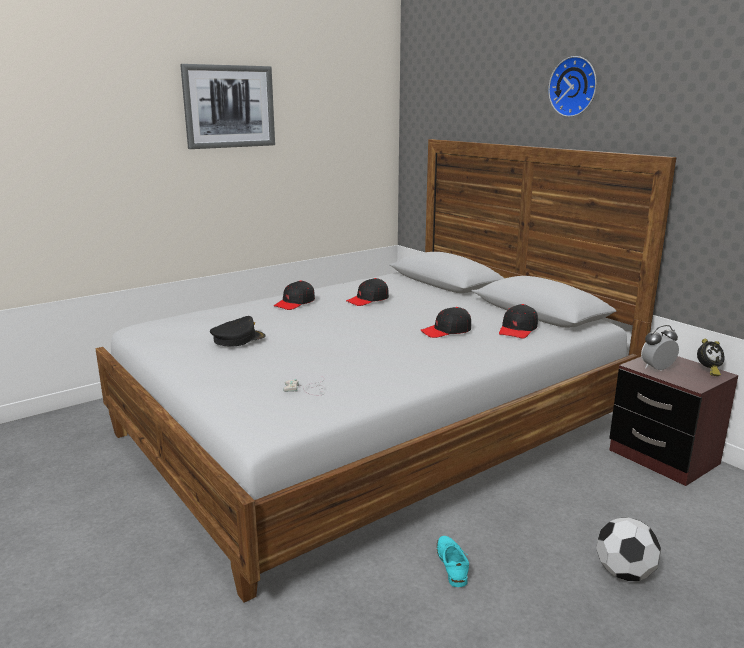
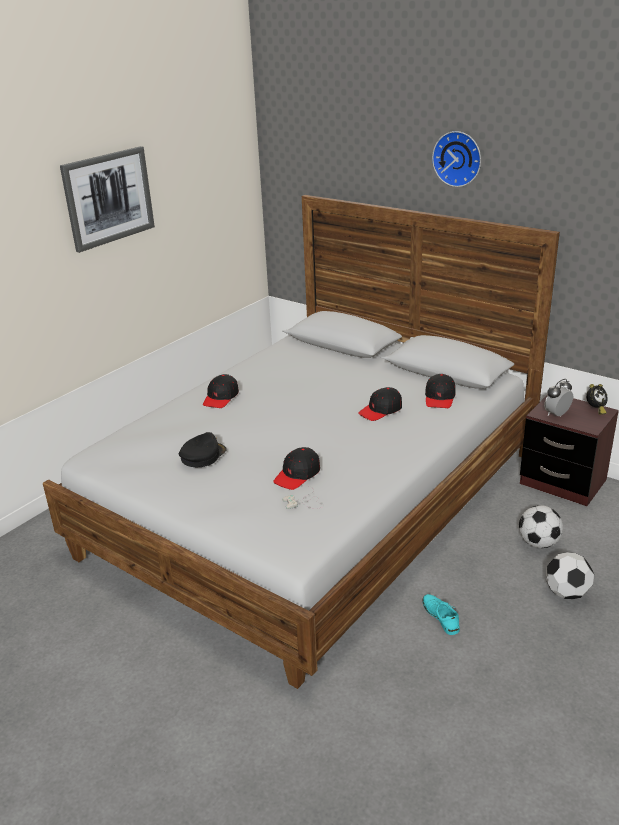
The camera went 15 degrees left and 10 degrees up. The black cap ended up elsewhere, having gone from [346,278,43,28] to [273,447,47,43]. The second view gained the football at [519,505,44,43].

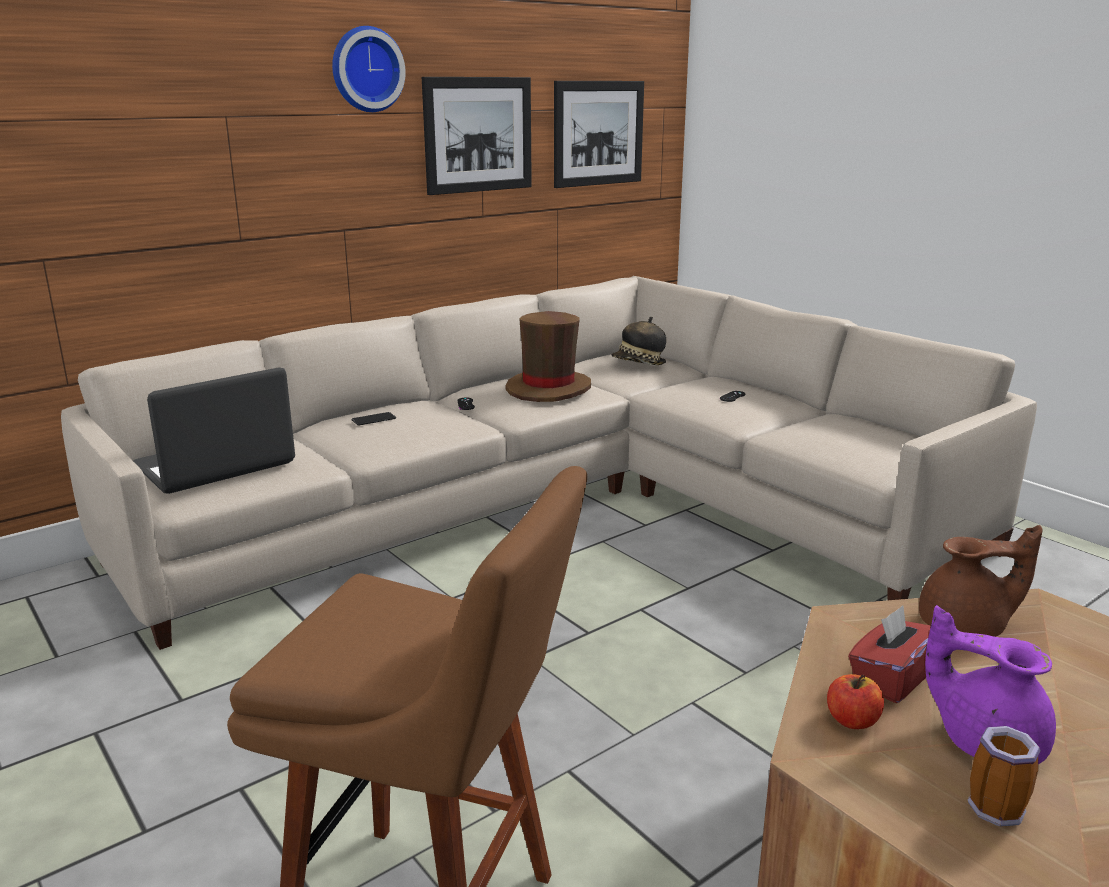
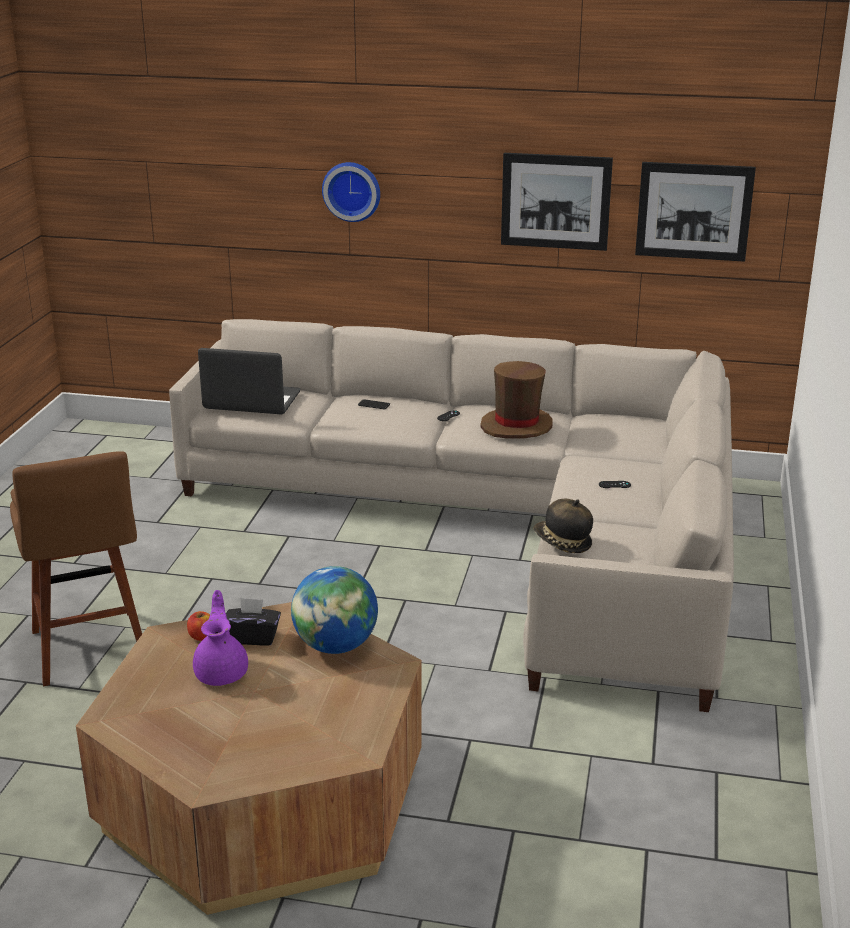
The camera went 50 degrees right and 5 degrees up. The wall clock ended up elsewhere, having gone from [332,26,74,86] to [322,162,58,60]. The hat ended up elsewhere, having gone from [612,317,54,48] to [533,499,60,54]. Where the brown teapot stood at [919,525,124,112], the globe came to stand at [291,566,87,88]. What was the red tissue box at [848,605,83,98] turned into the black tissue box at [226,598,55,48]. The second view lost the mug at [968,726,73,101].

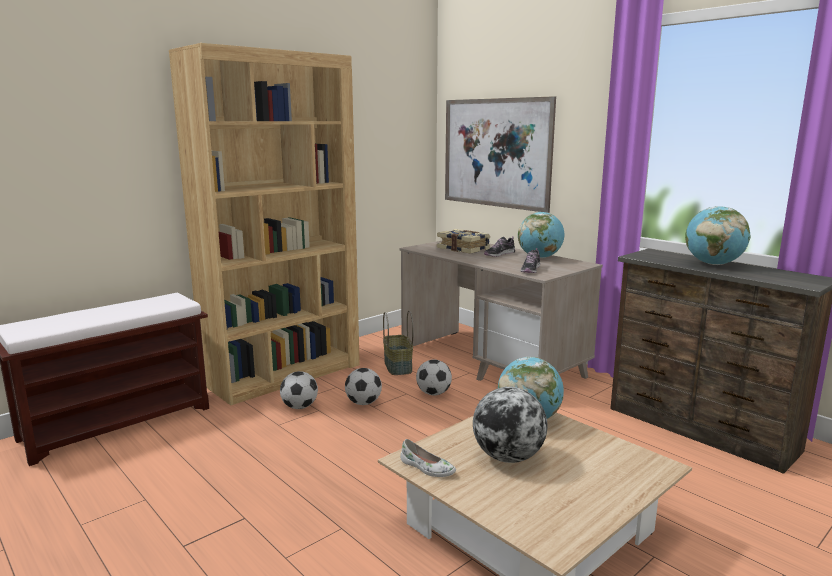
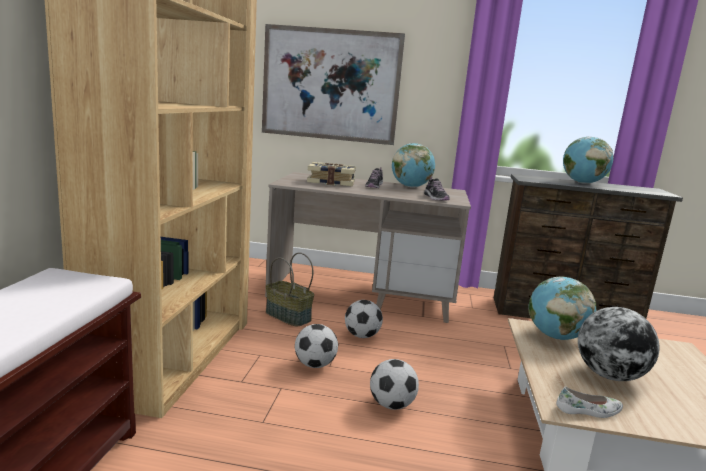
The camera went 40 degrees left and 0 degrees up. The football ended up elsewhere, having gone from [280,371,38,38] to [370,359,49,51].

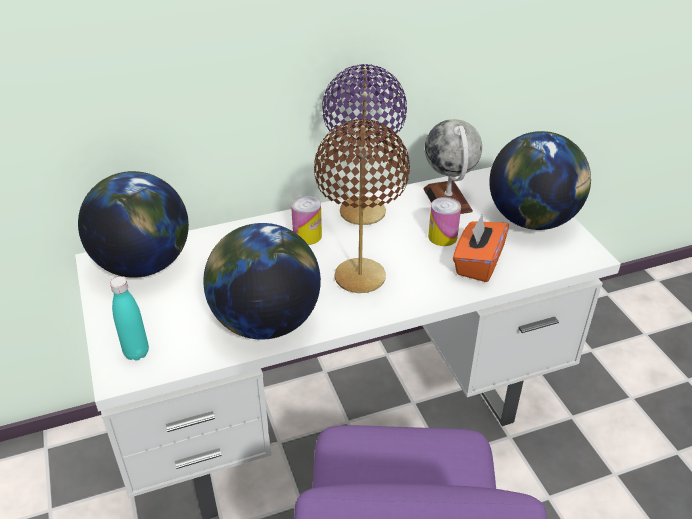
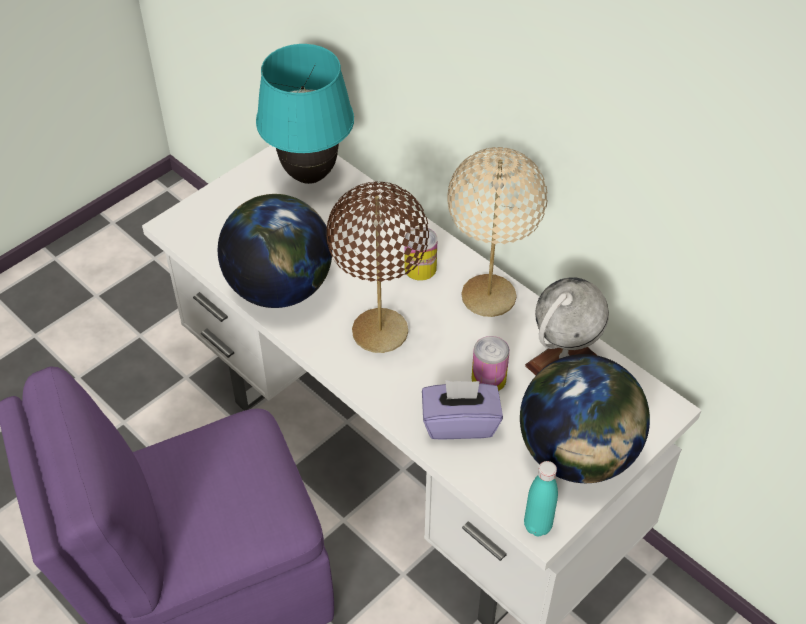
The camera went 65 degrees right and 10 degrees up. What was the purple table lamp at [322,64,85,161] turned into the beige table lamp at [447,147,101,170]. Where the globe stood at [78,171,111,107], the turquoise table lamp came to stand at [256,44,98,140]. What was the orange tissue box at [453,215,56,67] turned into the purple tissue box at [422,380,81,60]. The turquoise bottle ended up elsewhere, having gone from [110,277,39,84] to [524,461,34,75].

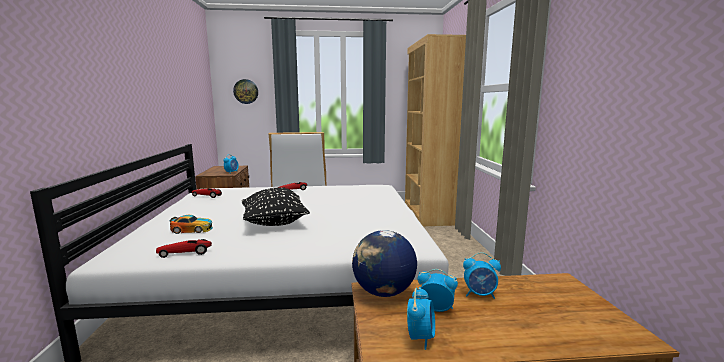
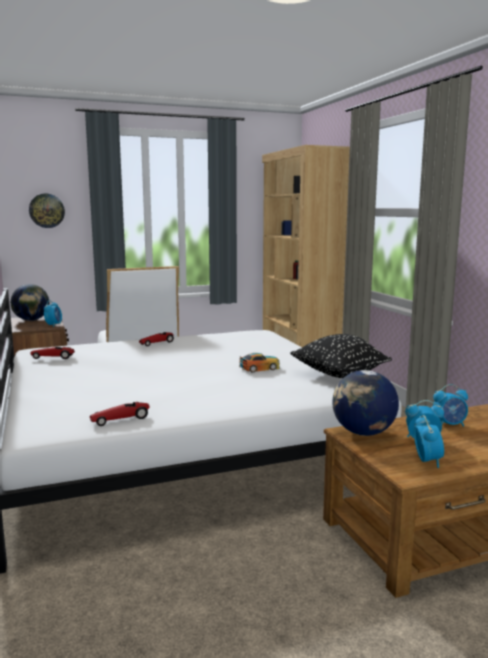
The camera went 15 degrees left and 0 degrees up. The black pillow ended up elsewhere, having gone from [242,188,68,38] to [290,334,102,44]. The toy car ended up elsewhere, having gone from [170,215,43,19] to [239,353,41,20]. The second view gained the globe at [10,284,39,37].

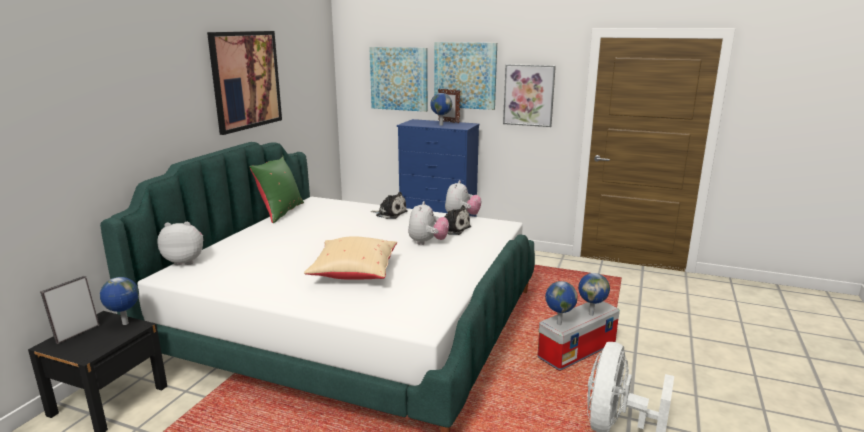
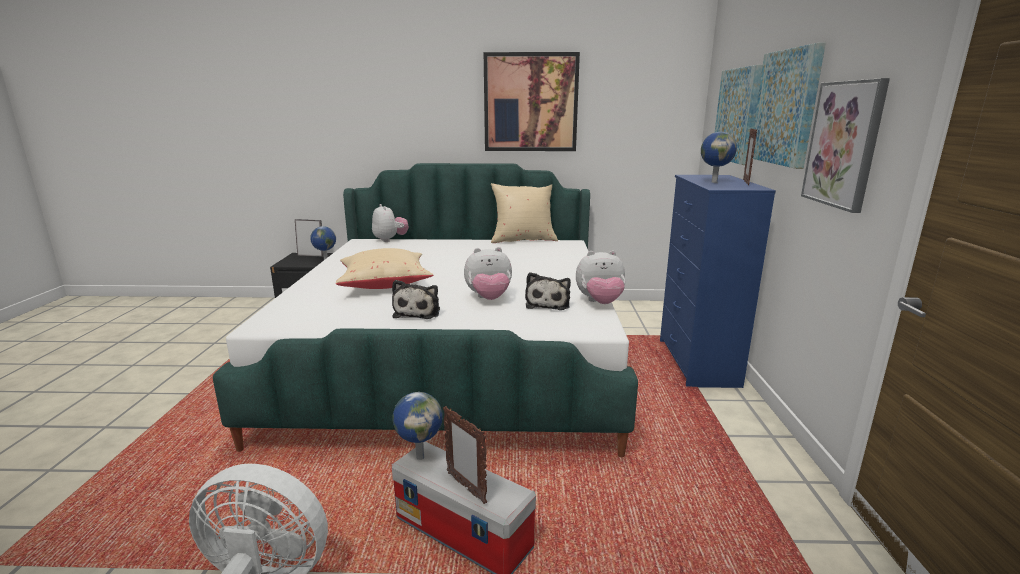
The camera went 70 degrees right and 0 degrees up. What was the green pillow at [249,156,55,67] turned into the beige pillow at [491,183,67,60]. The plush toy ended up elsewhere, having gone from [371,192,37,27] to [392,280,48,39]. Where the globe stood at [578,273,32,43], the picture frame came to stand at [443,406,44,98].

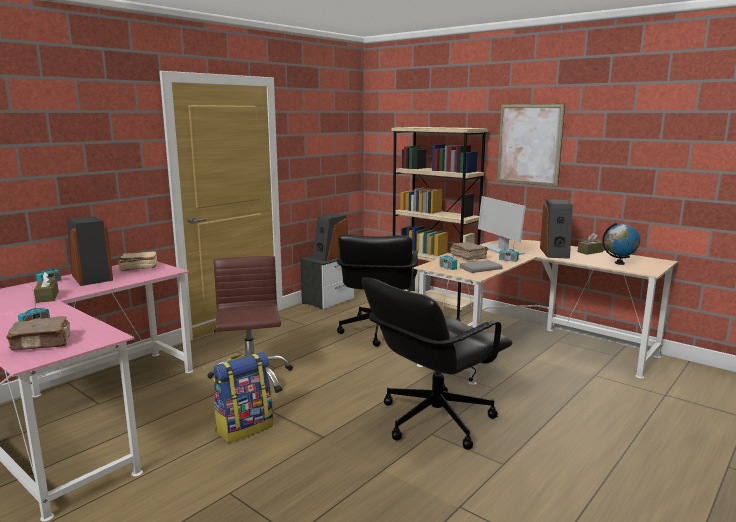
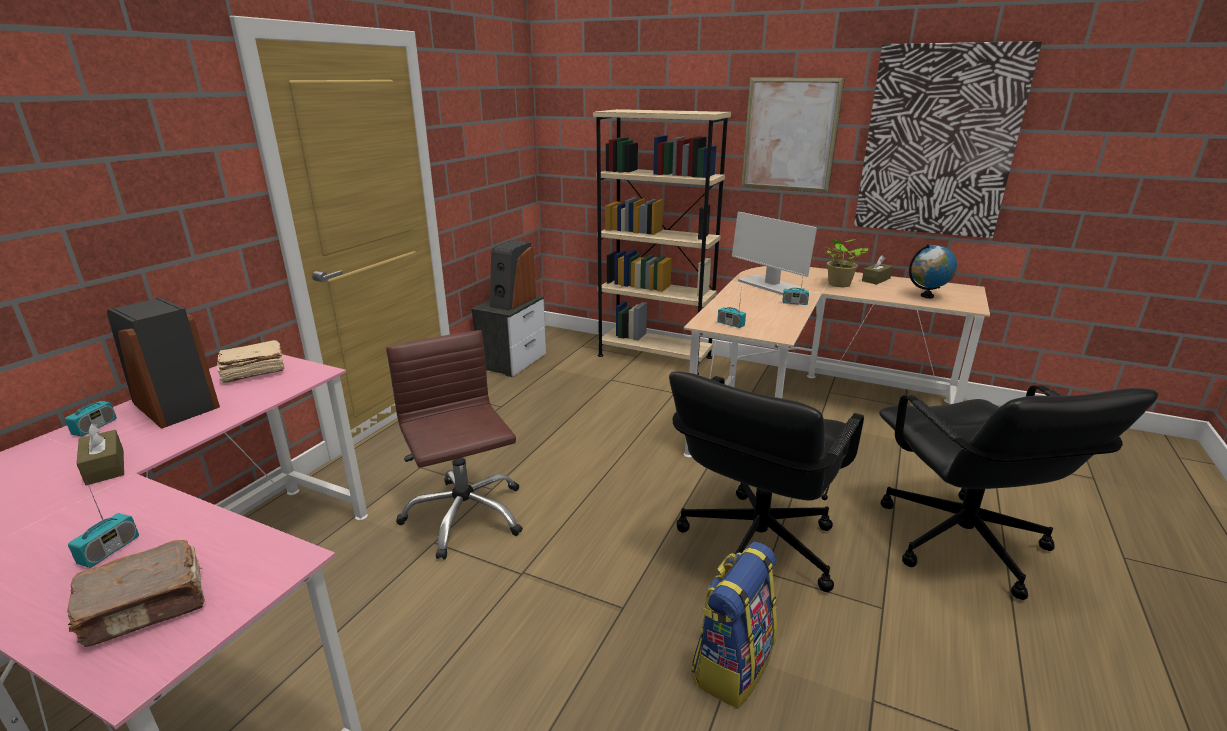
The camera went 15 degrees left and 10 degrees up. Where the speaker stood at [540,199,33,60], the potted plant came to stand at [825,239,43,48]. The black office chair ended up elsewhere, having gone from [337,234,81,113] to [879,385,279,215]. The second view lost the brown book at [450,242,39,18]. The second view lost the grey book at [459,260,43,13]. The backpack ended up elsewhere, having gone from [213,352,60,91] to [692,542,85,166]. The second view gained the picture at [854,41,188,197].

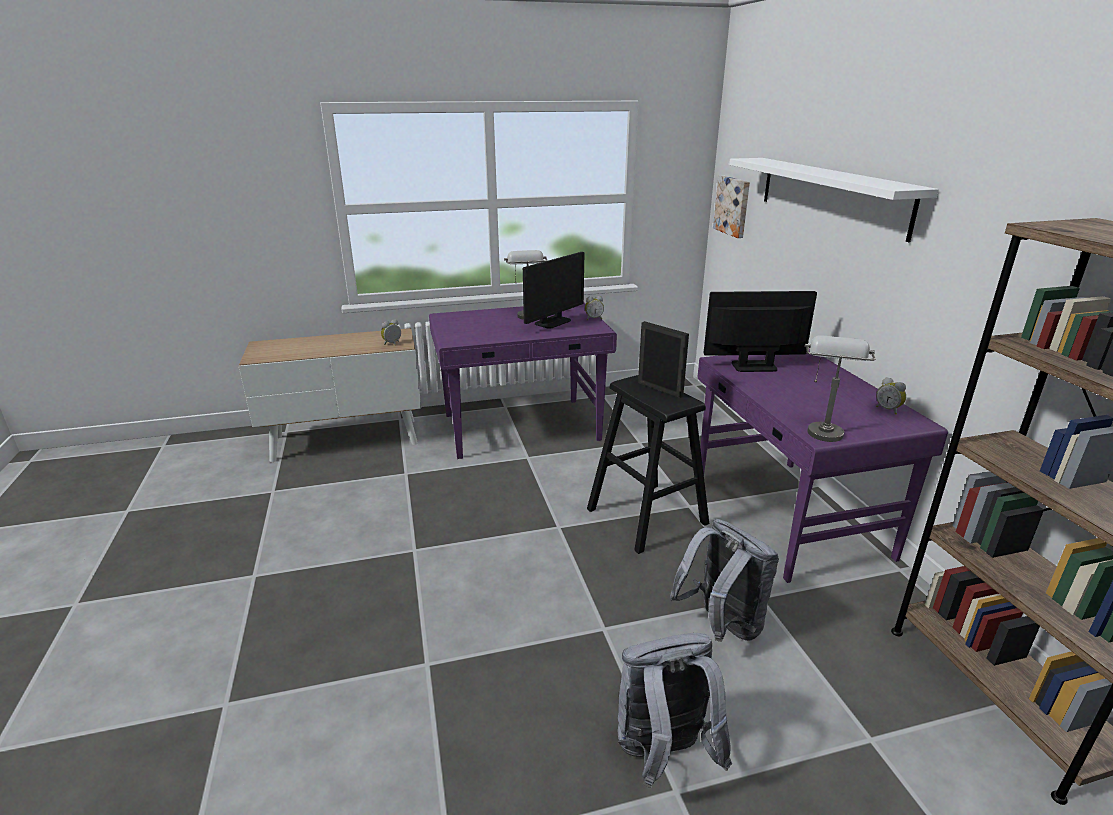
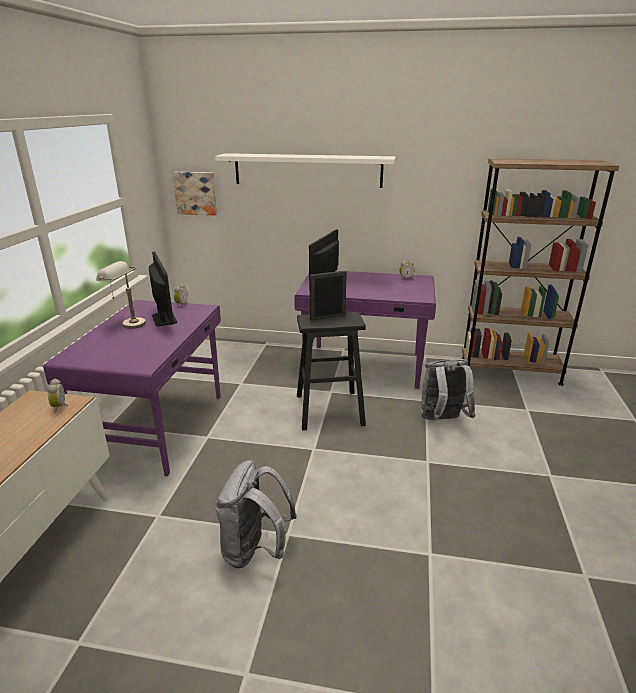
The camera went 65 degrees left and 0 degrees up. The second view lost the grey table lamp at [805,335,71,107]. The grey backpack ended up elsewhere, having gone from [618,633,114,155] to [215,460,82,108].

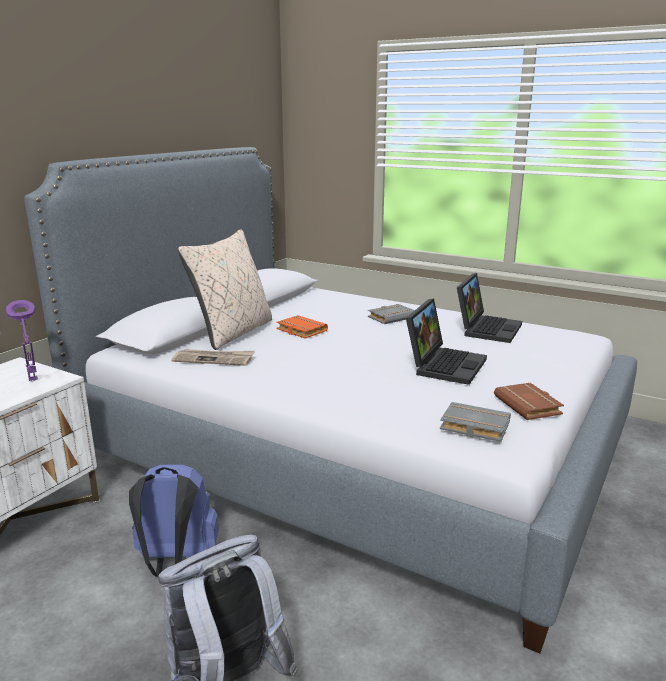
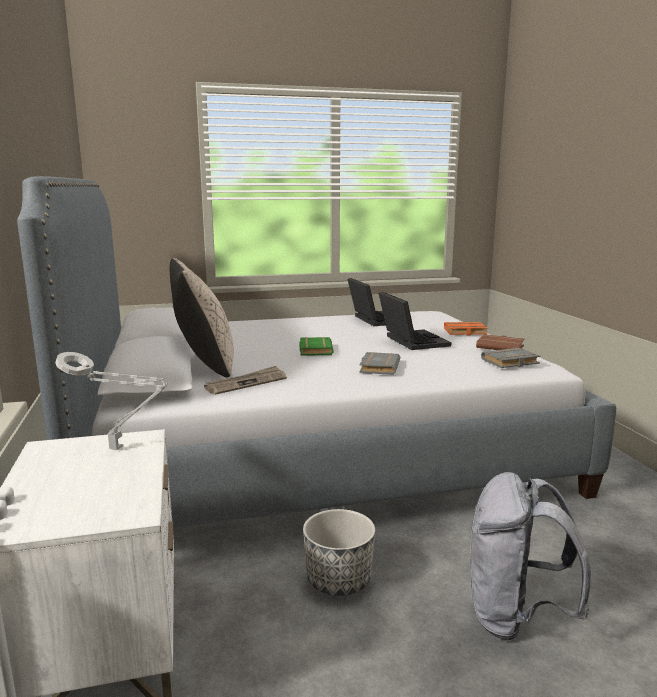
The camera went 45 degrees left and 5 degrees down. What was the purple table lamp at [6,300,32,81] turned into the grey table lamp at [55,352,112,98]. The grey book ended up elsewhere, having gone from [368,304,47,20] to [359,352,41,23]. The orange book ended up elsewhere, having gone from [276,315,52,24] to [444,322,44,13]. Where the blue backpack stood at [129,464,90,113], the planter came to stand at [303,509,72,87]. The second view gained the green book at [300,337,34,19].

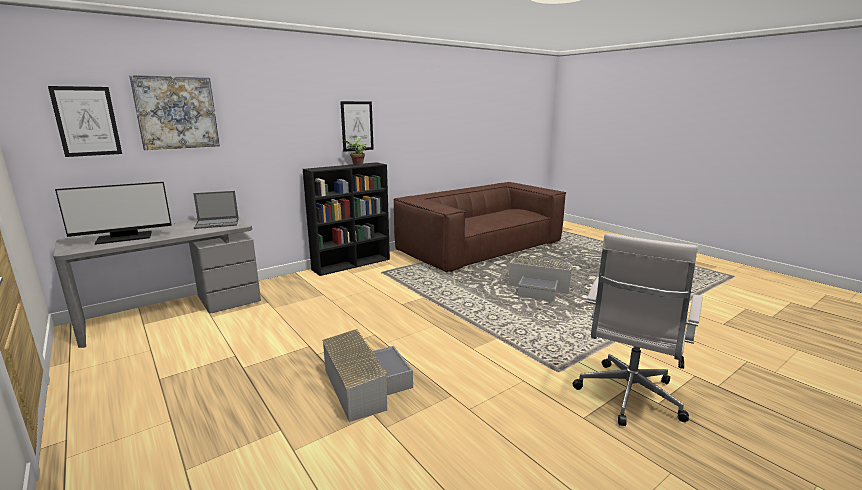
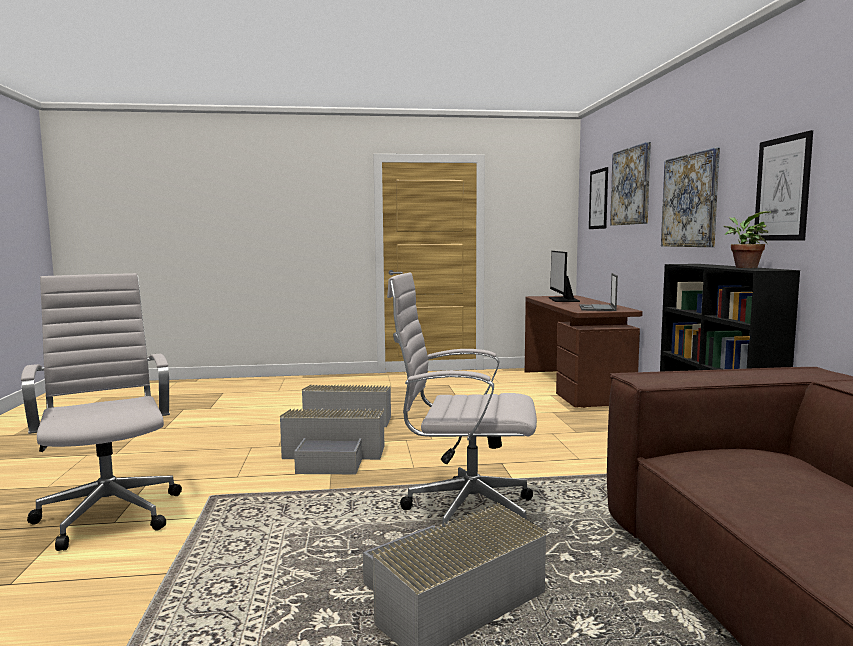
The camera went 120 degrees right and 10 degrees down. What was the grey desk at [53,216,208,132] turned into the brown desk at [525,296,118,112]. The second view gained the picture at [661,147,59,100]. The second view gained the white office chair at [387,273,150,256]. The second view gained the grey storage box at [280,409,104,65].

